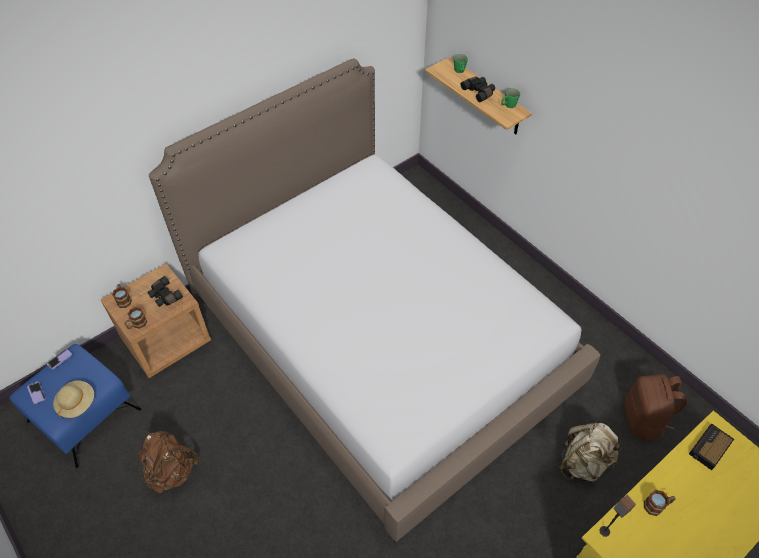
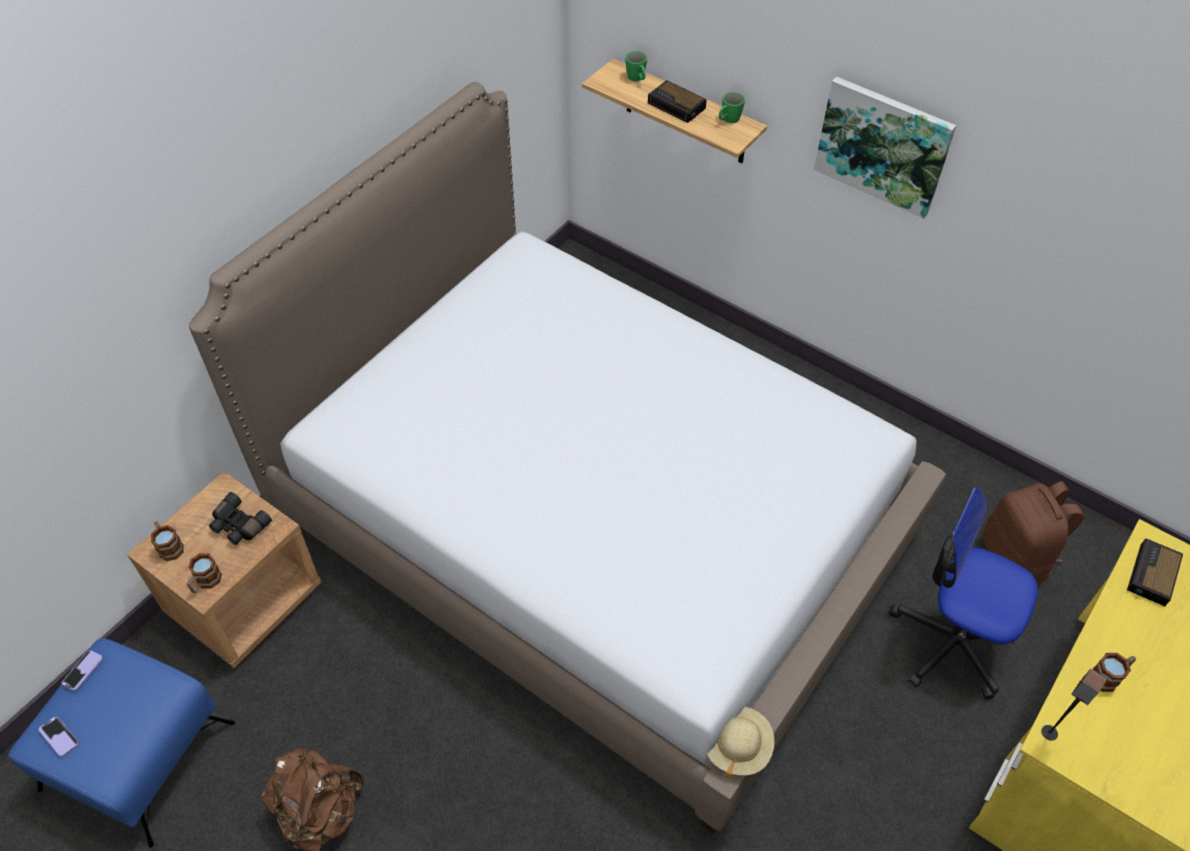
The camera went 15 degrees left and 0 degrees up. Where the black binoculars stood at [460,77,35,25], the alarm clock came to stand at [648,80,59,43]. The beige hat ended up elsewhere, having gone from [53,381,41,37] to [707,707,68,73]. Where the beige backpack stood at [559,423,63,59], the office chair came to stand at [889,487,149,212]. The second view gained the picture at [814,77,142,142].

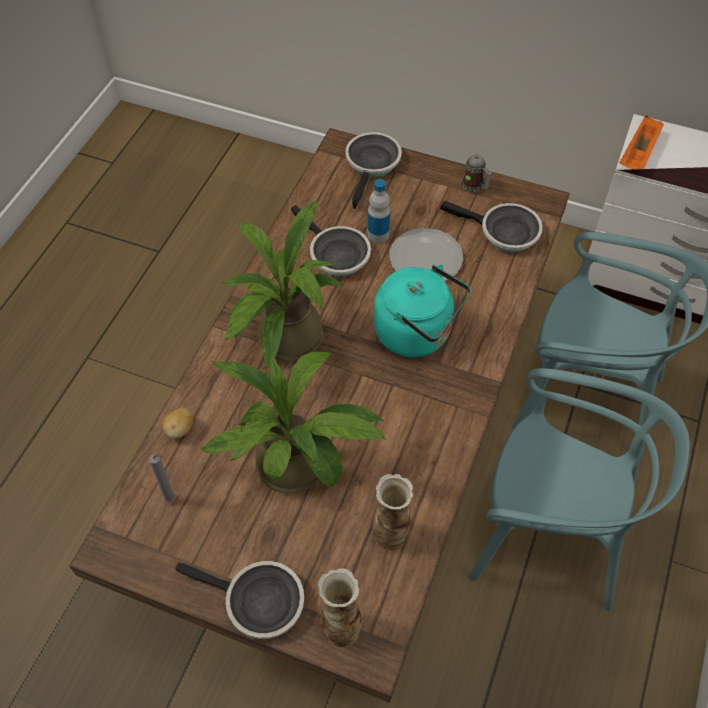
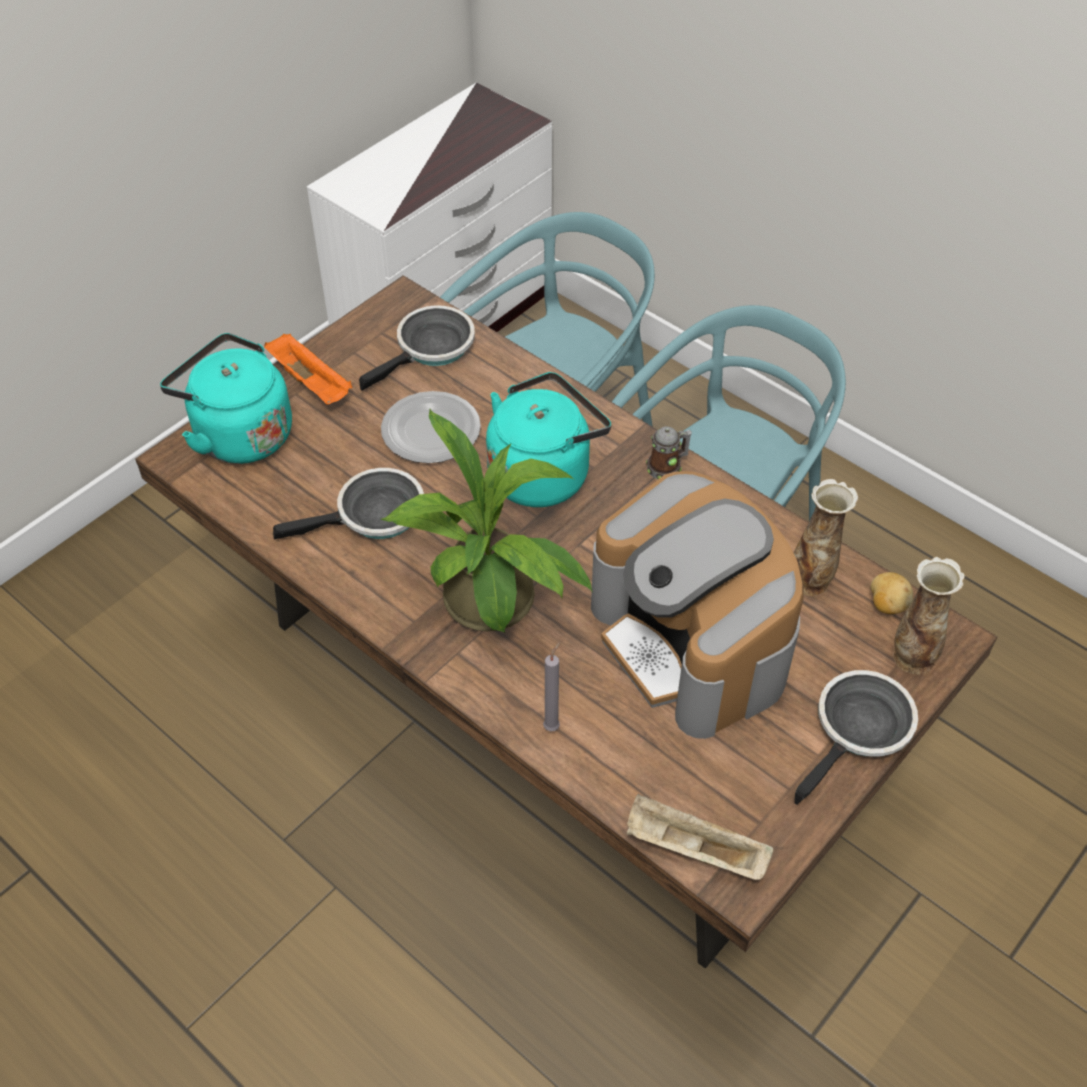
The camera went 70 degrees left and 5 degrees down. The orange tray ended up elsewhere, having gone from [619,116,45,54] to [264,334,89,71]. Where the frying pan stood at [345,132,57,77], the turquoise kettle came to stand at [160,333,132,131]. The mug ended up elsewhere, having gone from [461,155,31,38] to [646,426,46,53]. The second view lost the bottle at [367,179,24,64]. Where the potted plant stood at [199,352,188,142], the coffee machine came to stand at [591,471,213,268]. The potato ended up elsewhere, having gone from [163,408,31,31] to [871,572,42,42]. The grey candle ended up elsewhere, having gone from [149,454,27,49] to [543,642,17,89]. The second view gained the beige tray at [627,794,146,86].

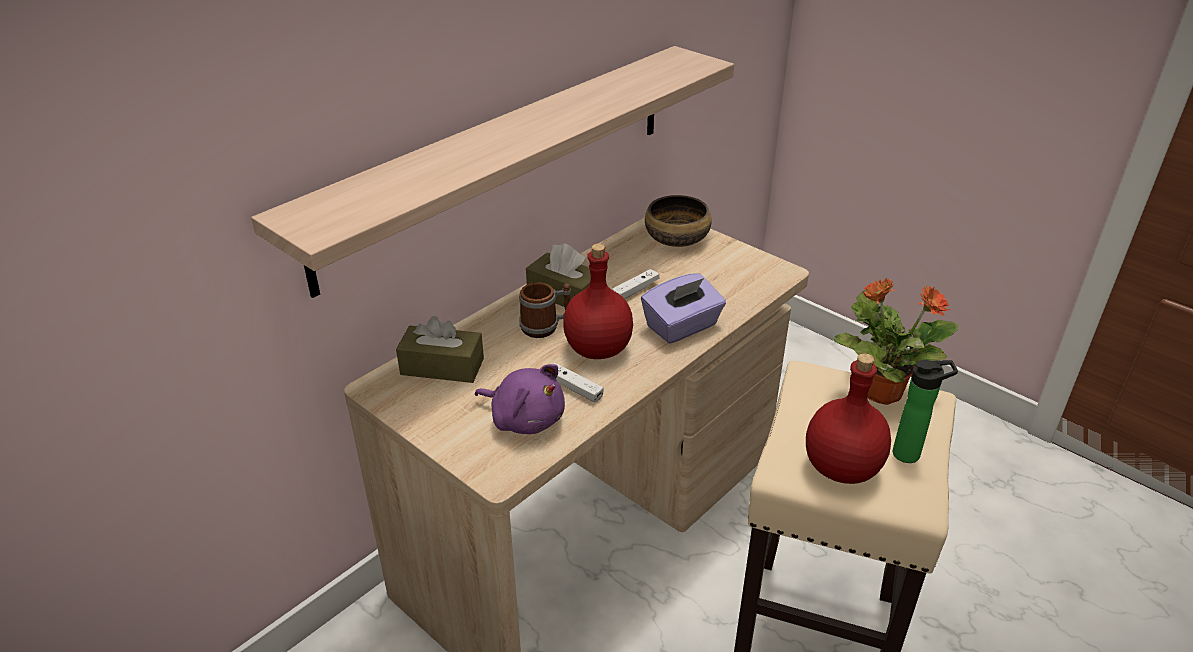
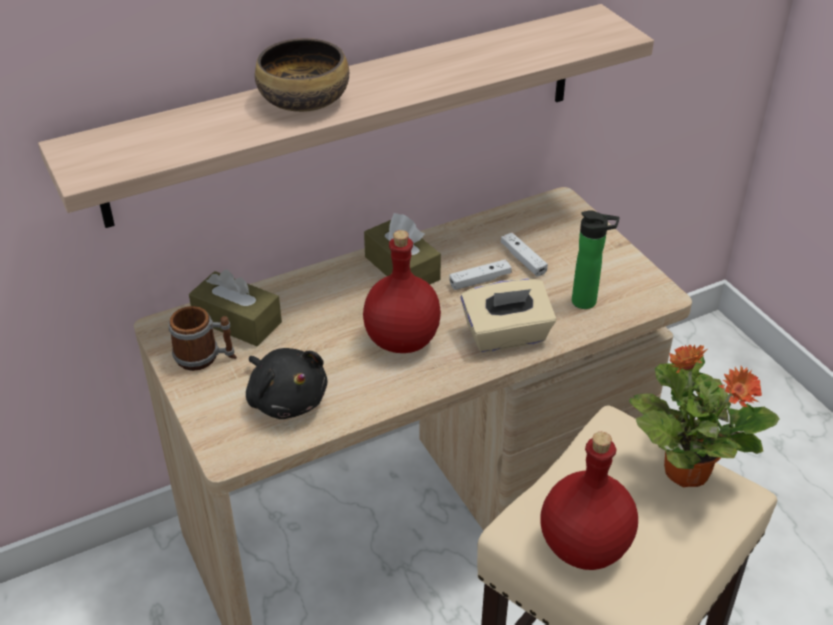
The camera went 20 degrees right and 5 degrees up. The bowl ended up elsewhere, having gone from [645,195,67,52] to [255,38,94,74]. What was the purple tissue box at [641,273,85,71] turned into the beige tissue box at [461,278,95,74]. The mug ended up elsewhere, having gone from [519,282,52,56] to [169,306,68,65]. The bottle ended up elsewhere, having gone from [893,360,65,103] to [572,210,48,99]. The white game controller ended up elsewhere, having gone from [553,363,50,39] to [501,233,47,43]. What was the purple plush toy at [475,364,90,70] turned into the black plush toy at [246,348,82,71].

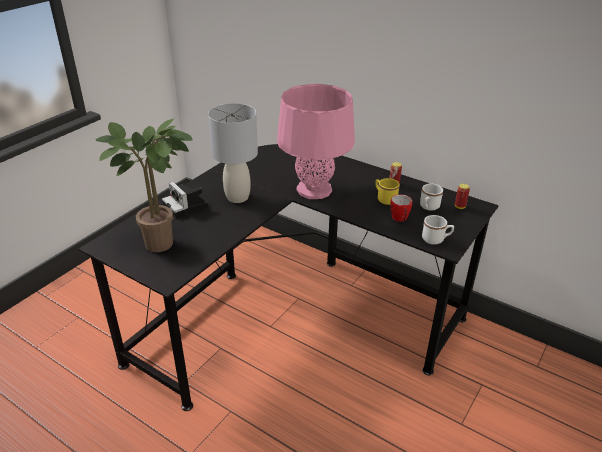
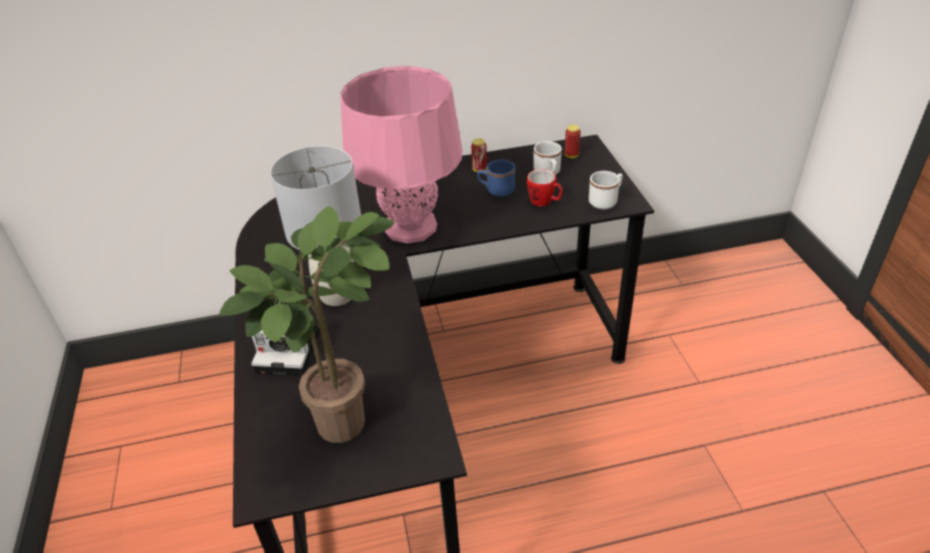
The camera went 45 degrees left and 5 degrees up. What was the yellow mug at [375,178,25,27] turned into the blue mug at [477,160,38,37].

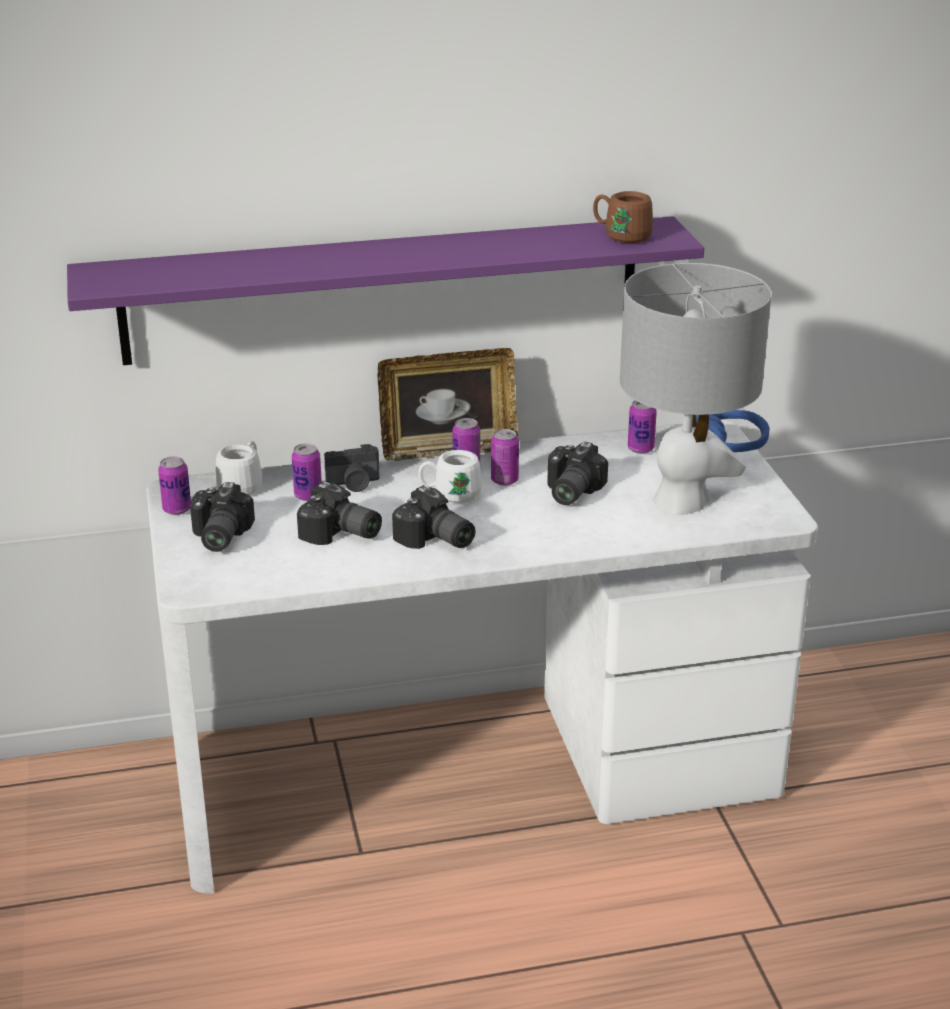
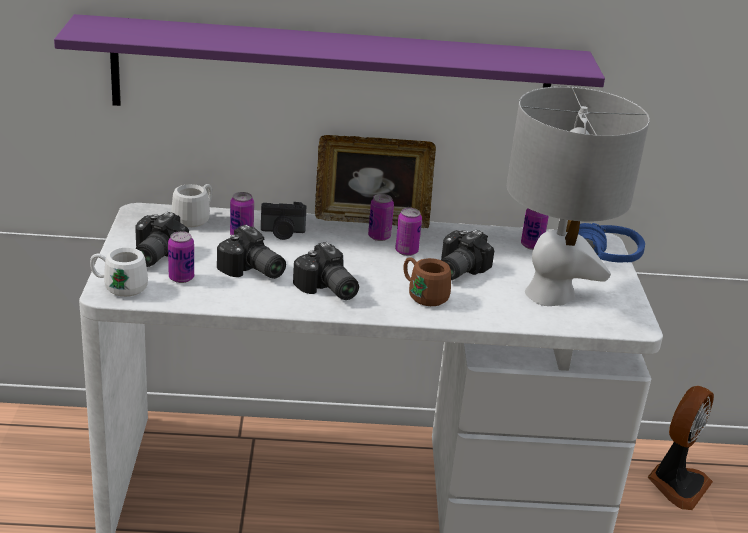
The camera went 10 degrees right and 0 degrees up. The brown mug ended up elsewhere, having gone from [593,191,60,52] to [404,257,47,49]. The white mug ended up elsewhere, having gone from [418,450,64,53] to [90,247,58,50]. The can ended up elsewhere, having gone from [158,456,33,59] to [168,231,26,52]. The second view gained the fan at [648,386,66,124].

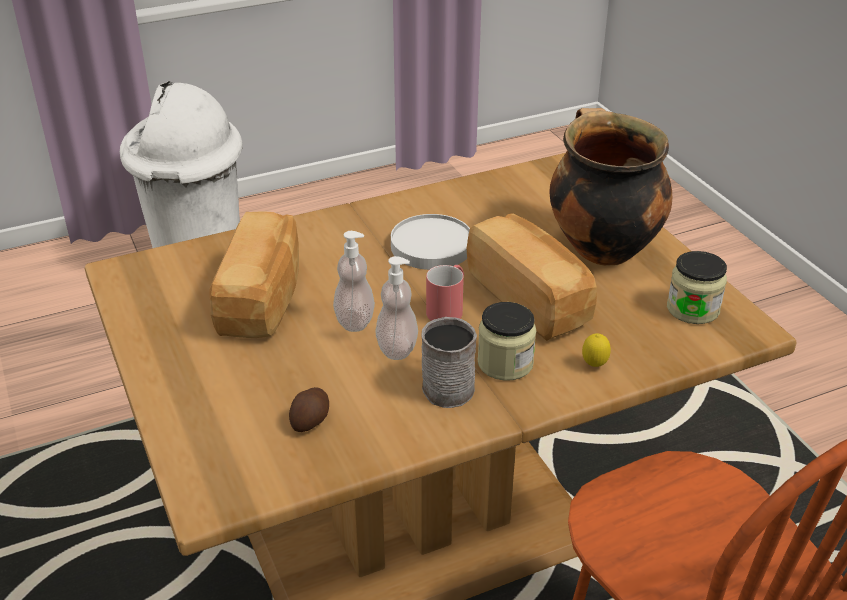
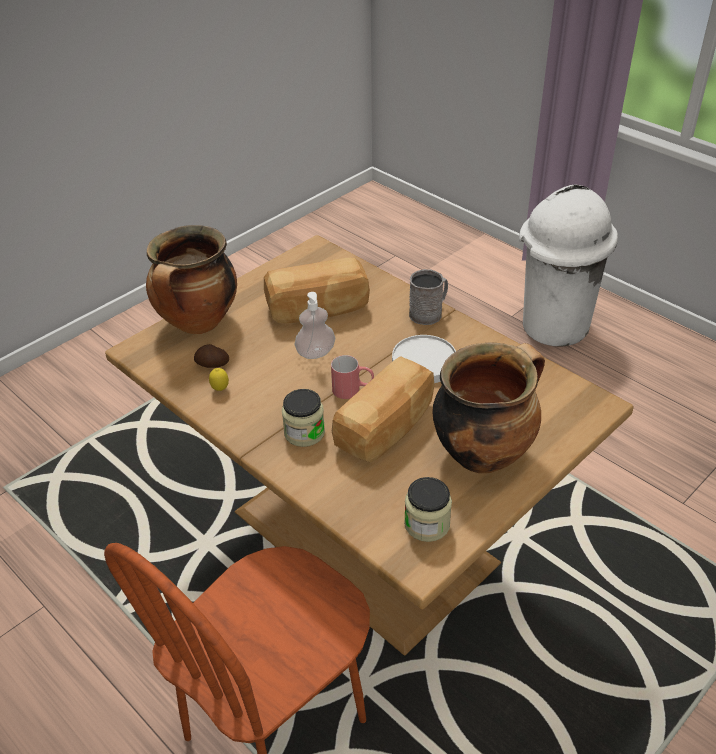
The camera went 70 degrees right and 5 degrees up. The second view lost the soap dispenser at [375,256,43,104]. The grey mug ended up elsewhere, having gone from [421,317,56,91] to [409,269,39,56]. The lemon ended up elsewhere, having gone from [582,333,29,34] to [209,368,20,23]. The second view gained the cooking pot at [146,225,91,109].

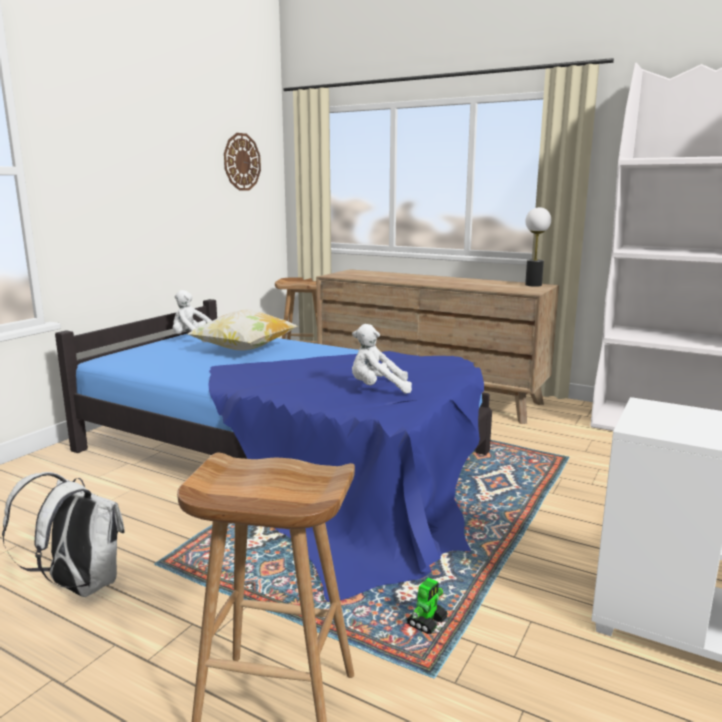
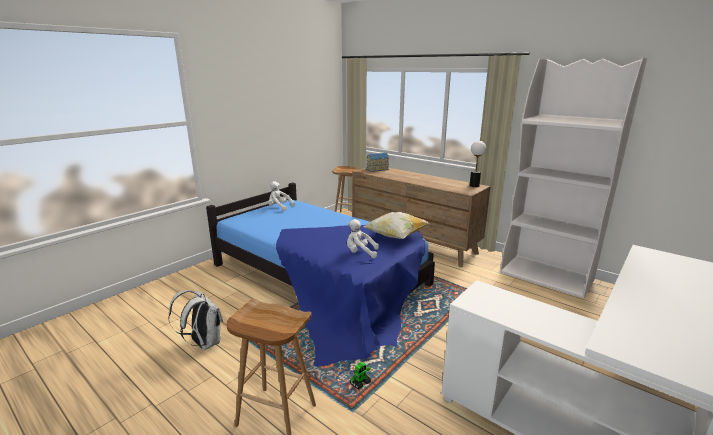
The camera went 10 degrees right and 5 degrees up. The second view lost the wall clock at [224,133,37,58]. The pillow ended up elsewhere, having gone from [188,309,111,42] to [363,212,67,27]. The second view gained the toy house at [366,153,23,19].

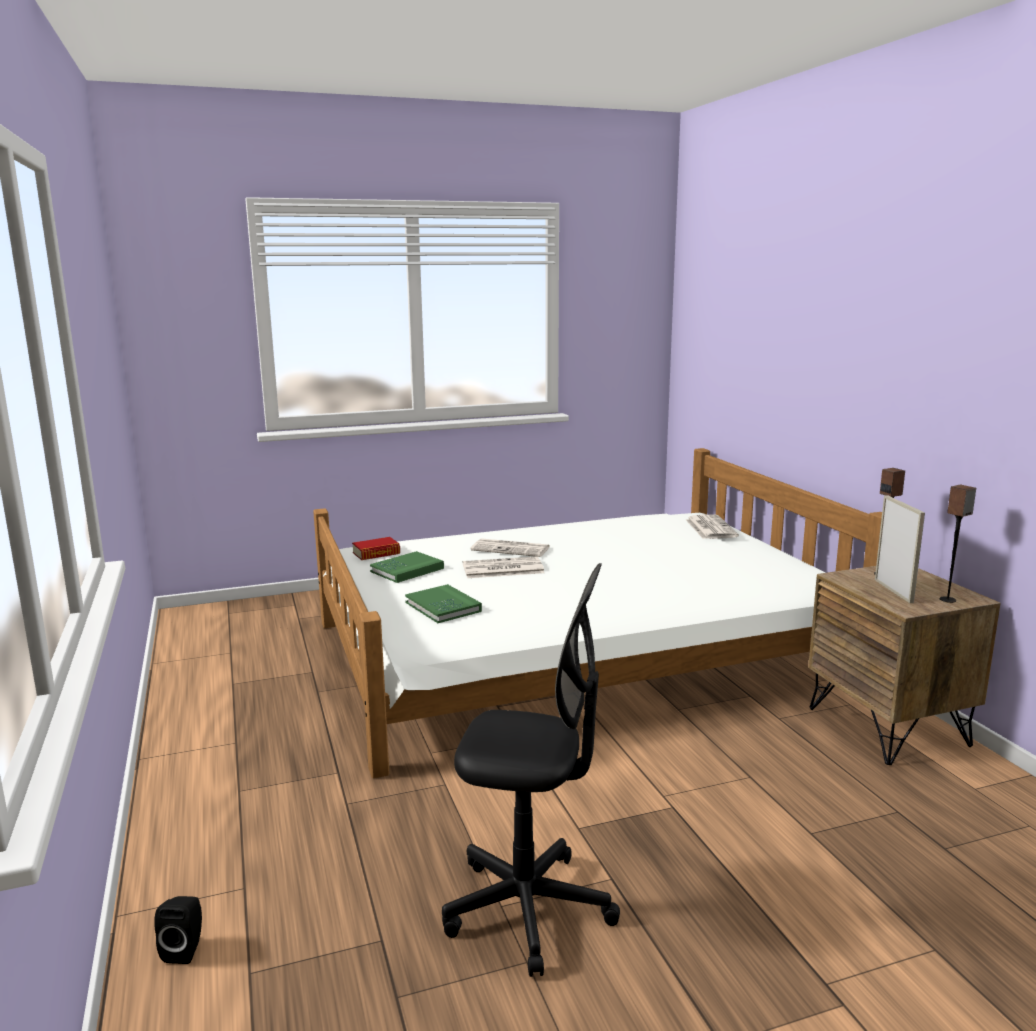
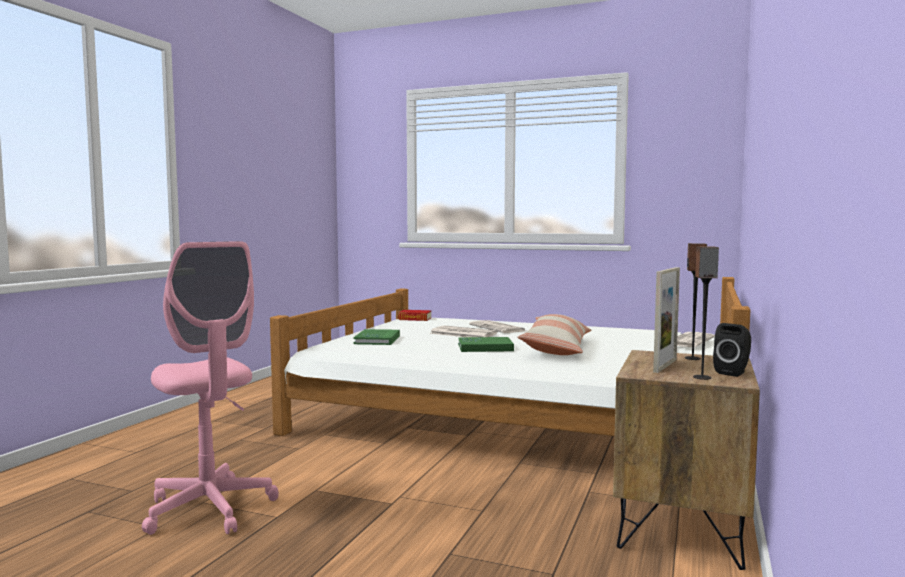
The camera went 40 degrees right and 10 degrees down. The green book ended up elsewhere, having gone from [370,551,74,32] to [458,337,56,15]. What was the black office chair at [442,563,178,414] turned into the pink office chair at [142,241,137,294]. The black speaker ended up elsewhere, having gone from [154,896,48,68] to [713,323,38,54]. The second view gained the pillow at [517,314,74,41].

